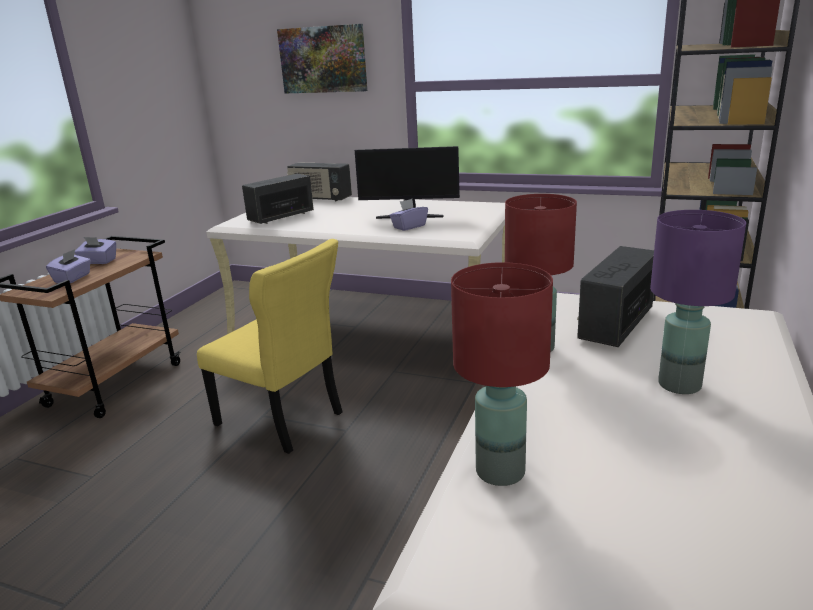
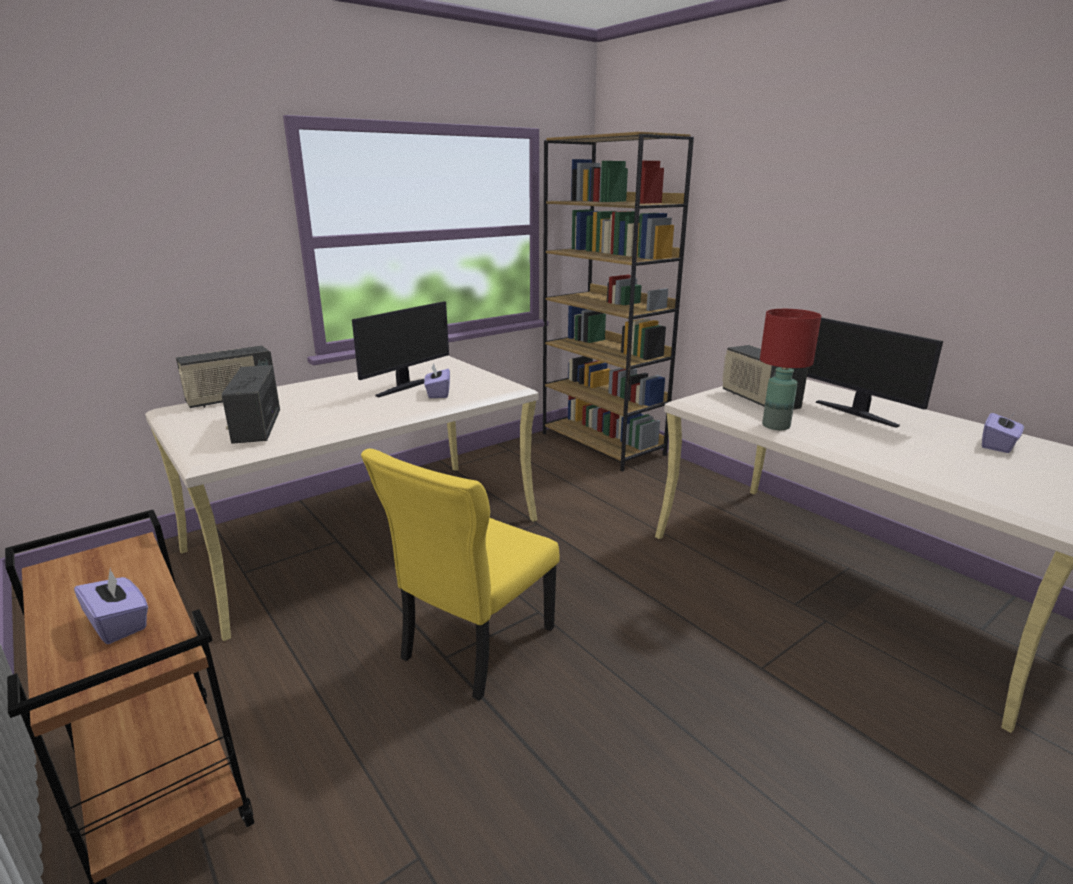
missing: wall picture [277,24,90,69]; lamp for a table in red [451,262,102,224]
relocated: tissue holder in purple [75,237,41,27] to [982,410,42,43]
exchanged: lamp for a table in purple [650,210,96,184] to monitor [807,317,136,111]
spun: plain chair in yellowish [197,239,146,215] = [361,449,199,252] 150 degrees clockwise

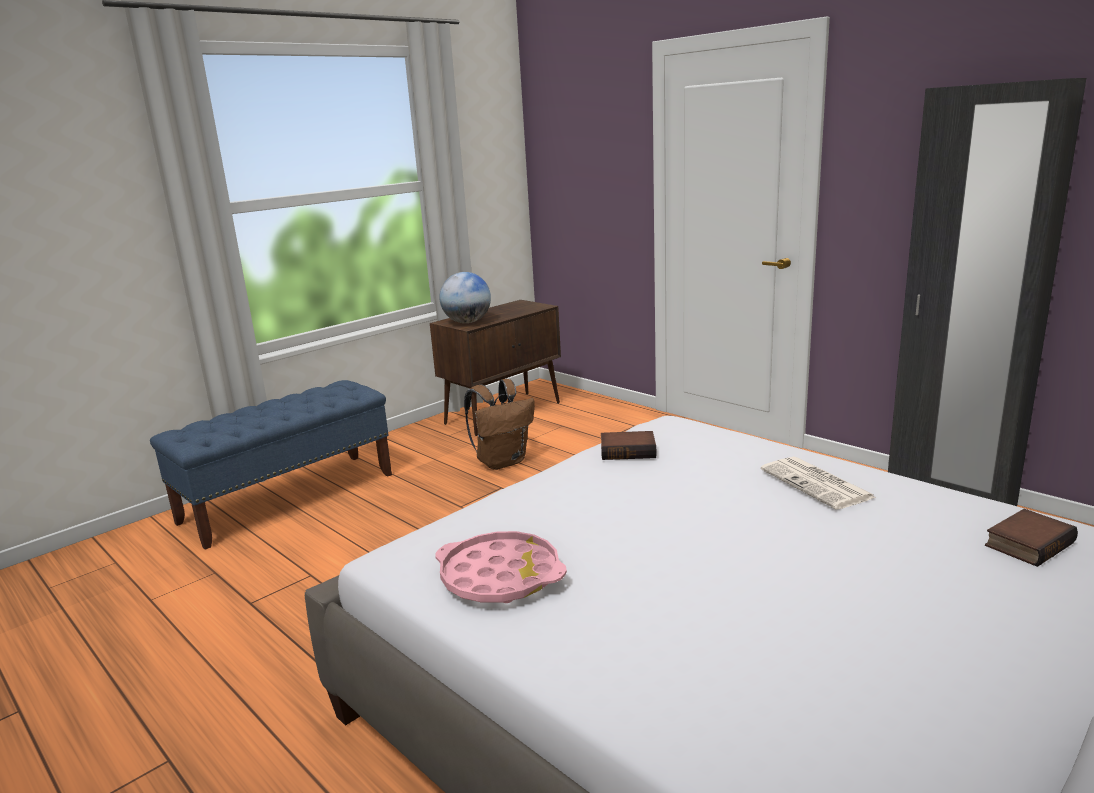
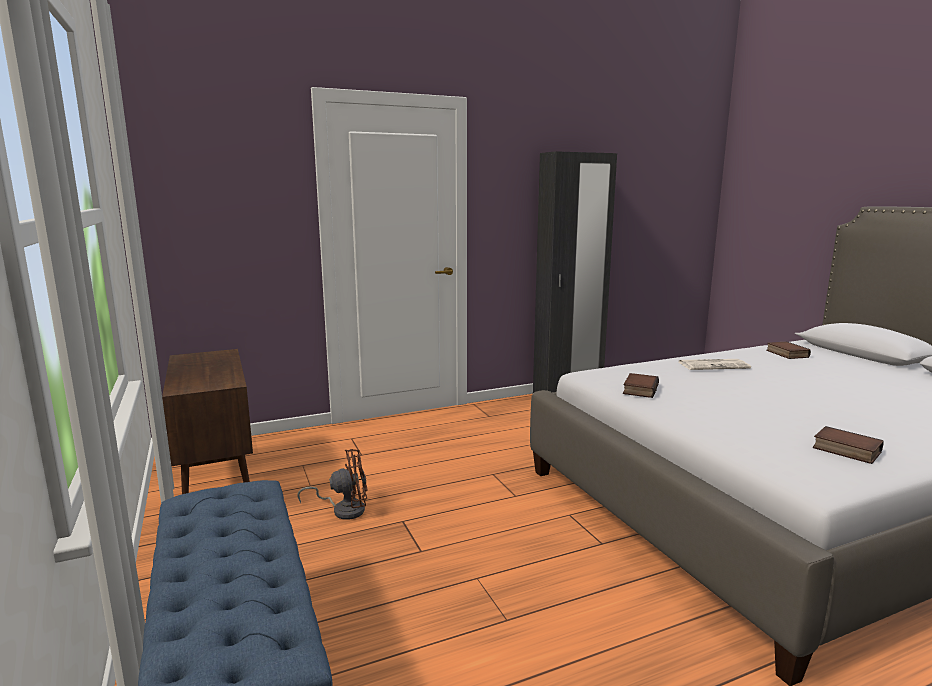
missing: globe [439,272,52,51]
exchanged: serving tray in pink [435,531,132,72] to bound book [813,426,71,38]; knapsack in brown-coloured [464,379,71,91] to cooling fan in brown-coloured [297,449,70,71]

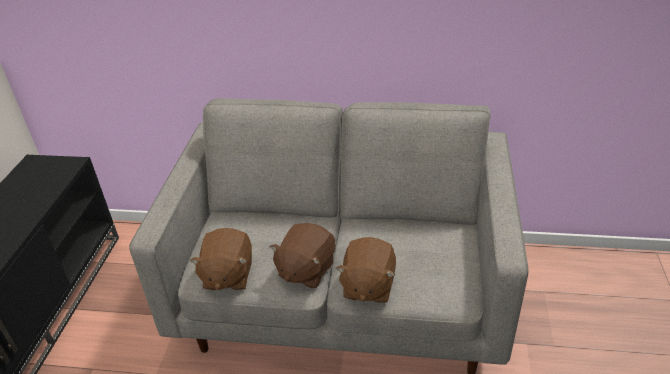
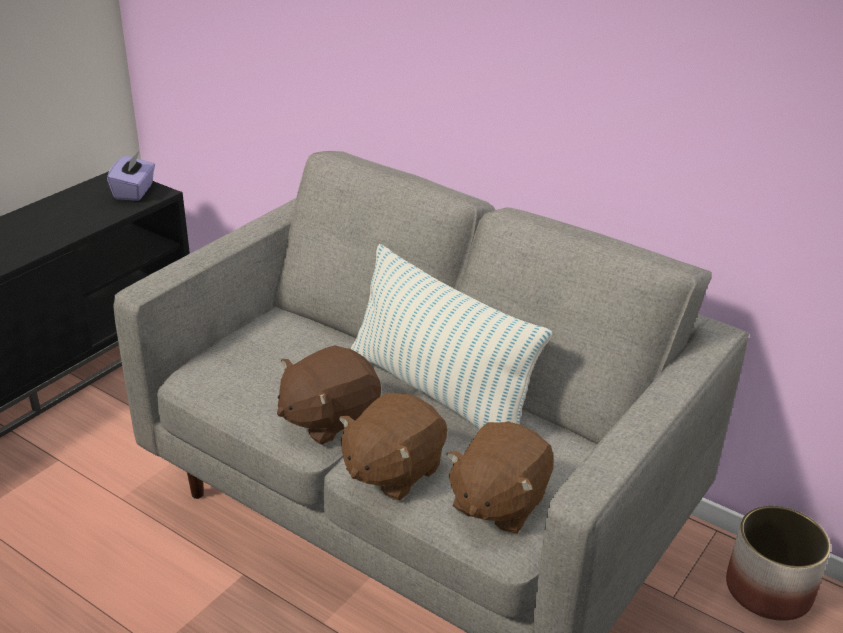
appeared: tissue holder in purple [107,152,48,49]; pillow [351,244,201,186]; planter [726,506,105,115]
relocated: soft toy in brown-coloured [190,228,62,62] to [446,422,108,112]

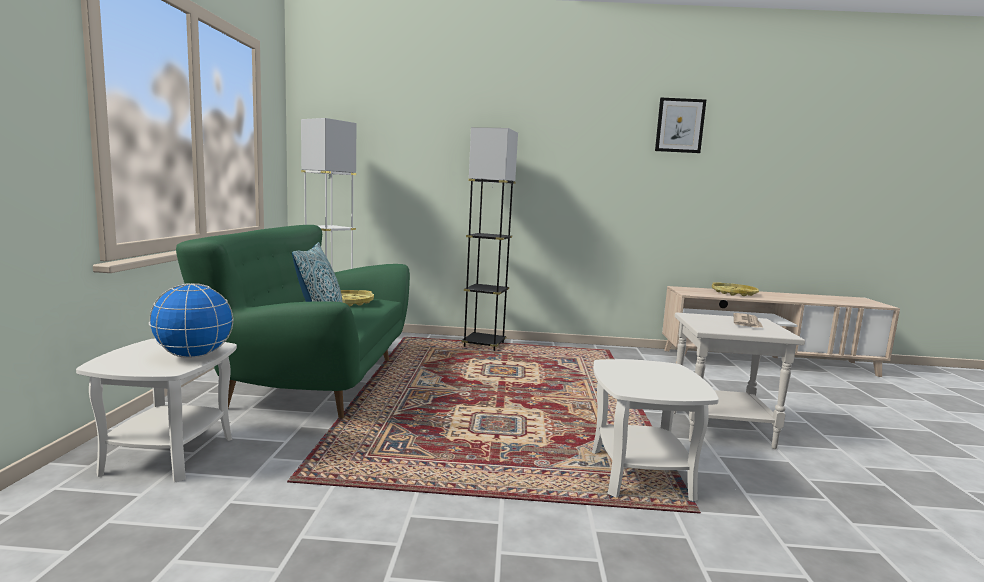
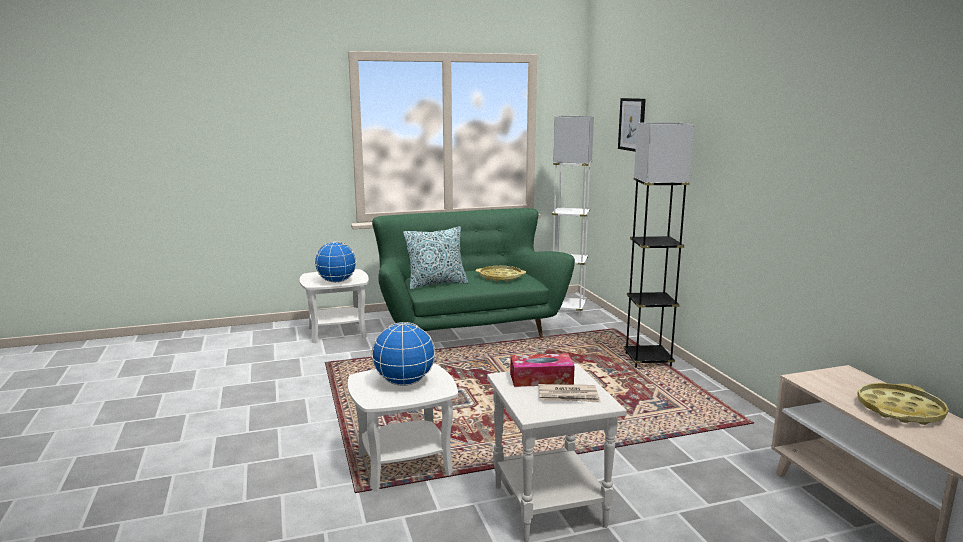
appeared: globe [372,322,63,64]; tissue holder [510,353,65,34]
relocated: wall picture [655,98,51,55] to [618,98,28,54]

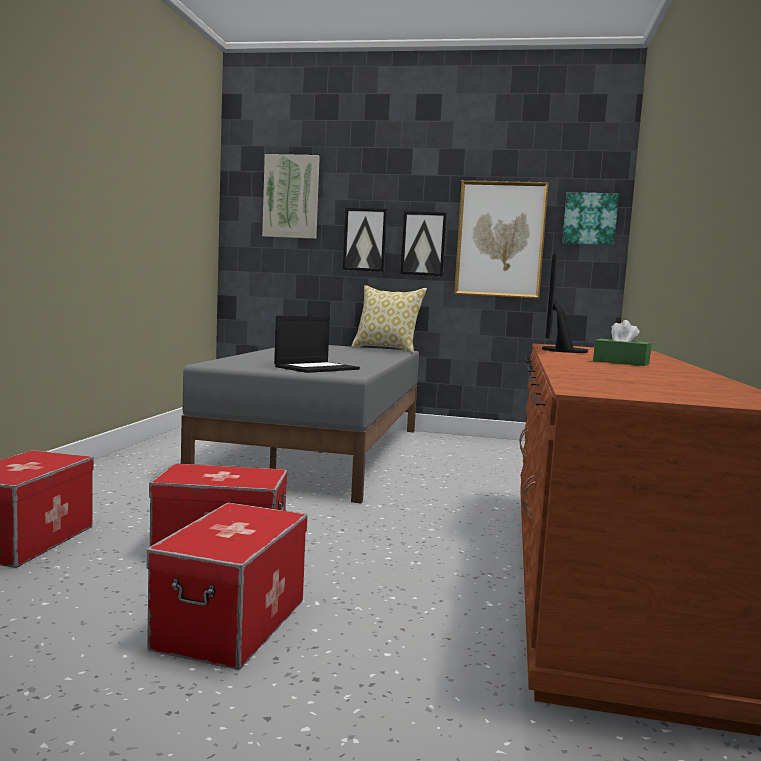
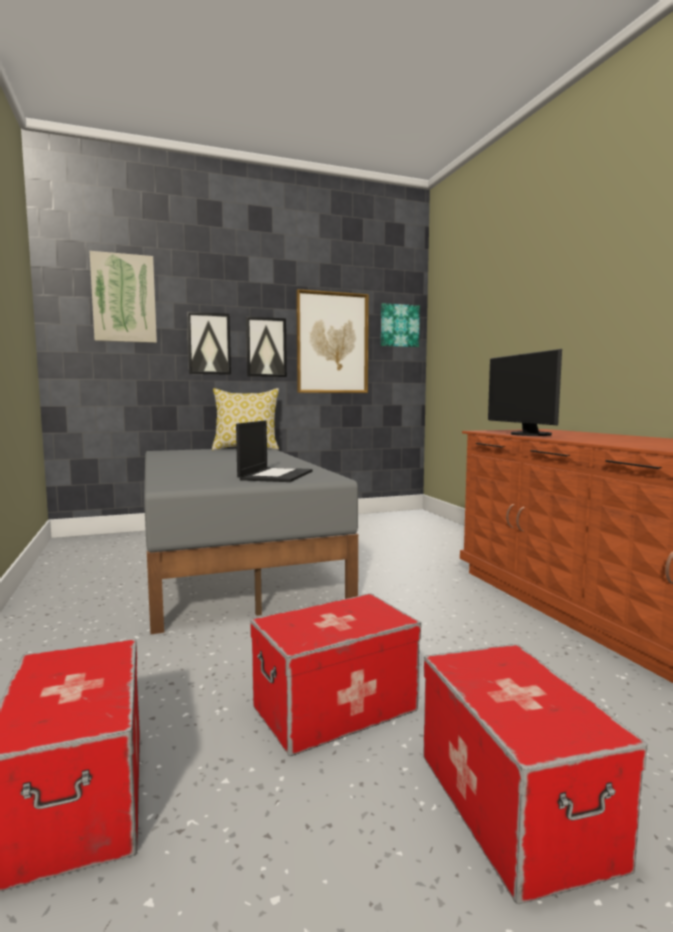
missing: tissue holder in green [593,320,58,46]

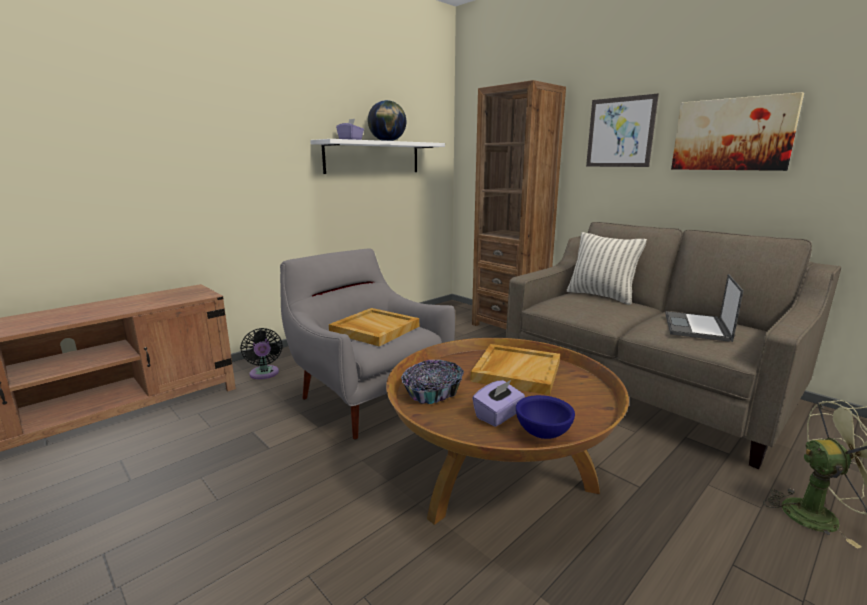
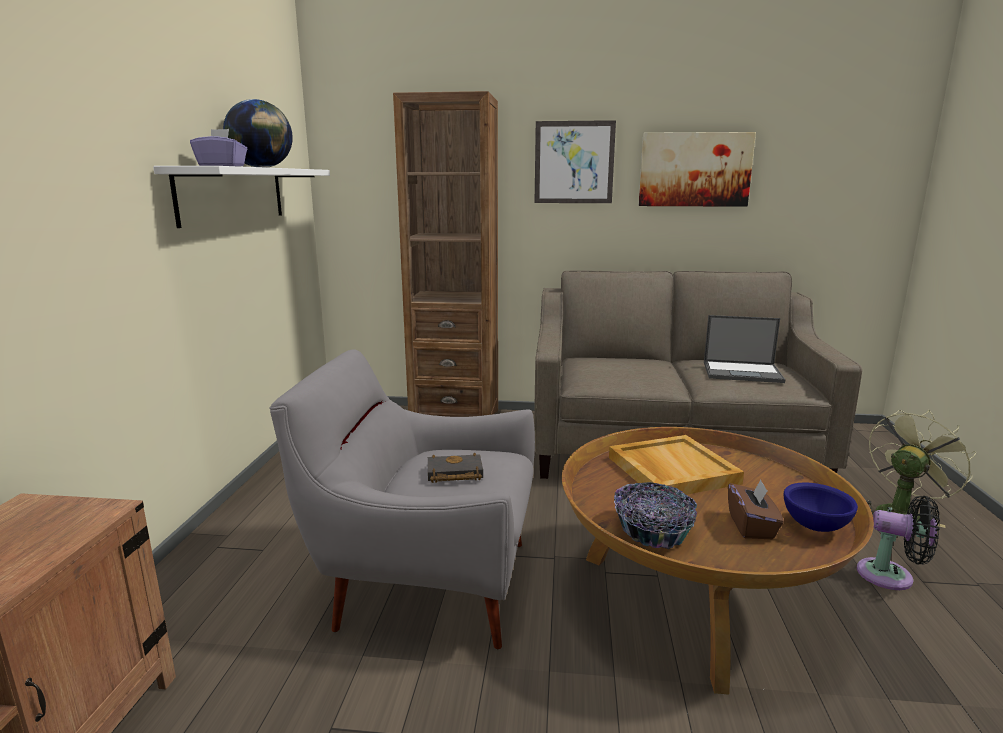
missing: pillow [567,232,80,73]
relocated: cooling fan in blackish [240,328,43,51] to [857,496,83,94]
exchanged: serving tray in beige [329,308,90,39] to bound book in blackish [428,452,55,31]
colour: tissue holder in purple [472,380,53,47] to tissue holder in brown-coloured [728,479,56,60]
spun: notebook computer [666,274,78,68] = [704,315,81,68] 60 degrees counterclockwise

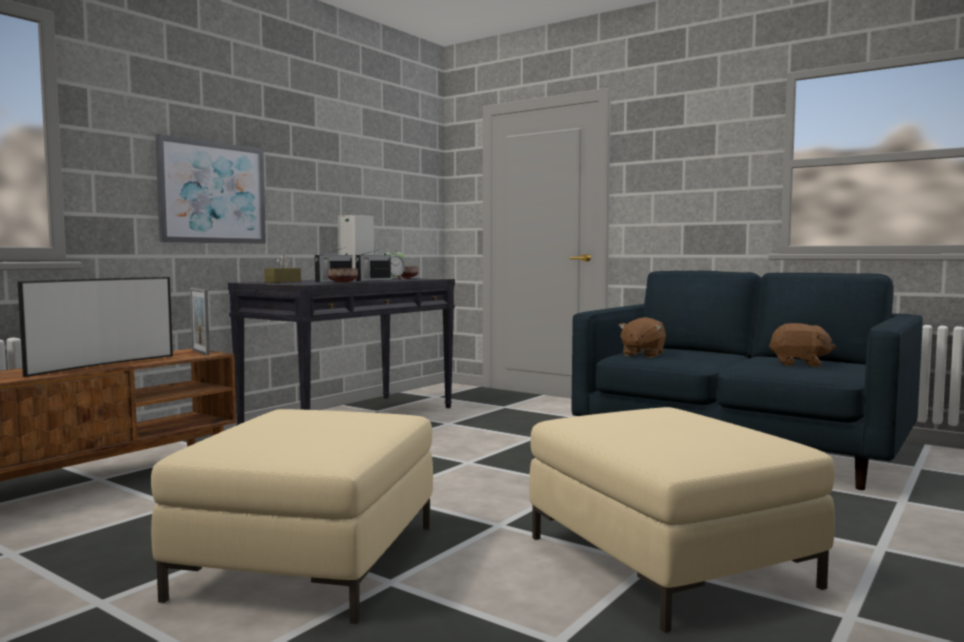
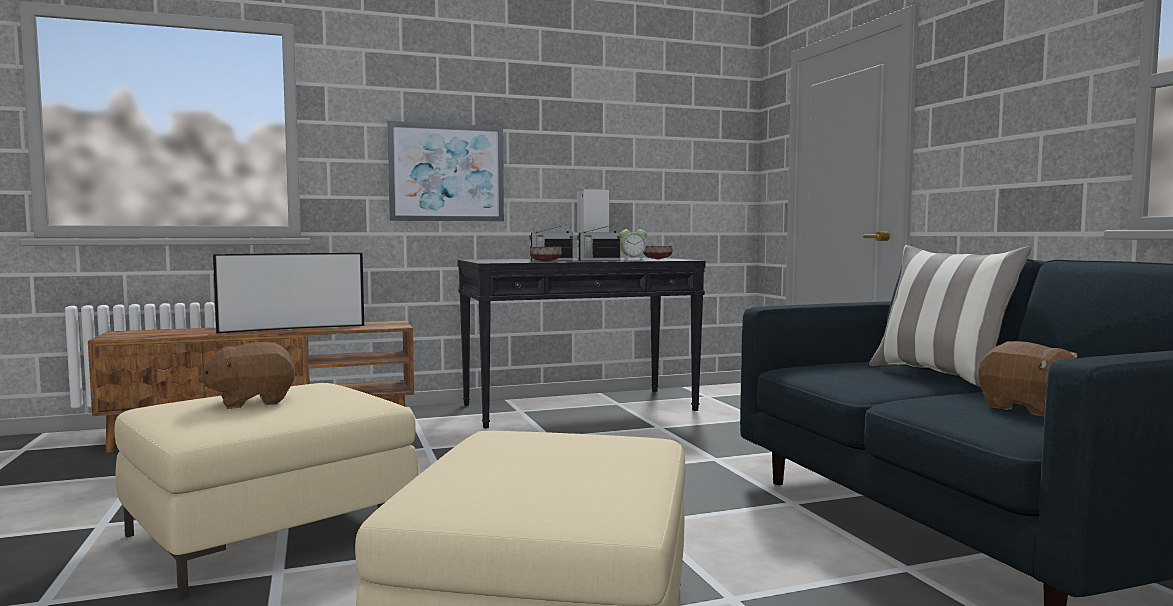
missing: standing frame [190,288,20,68]; tissue holder in brown-coloured [264,255,37,28]
appeared: pillow [869,245,163,142]
relocated: soft toy in brown-coloured [619,317,47,41] to [198,342,99,67]

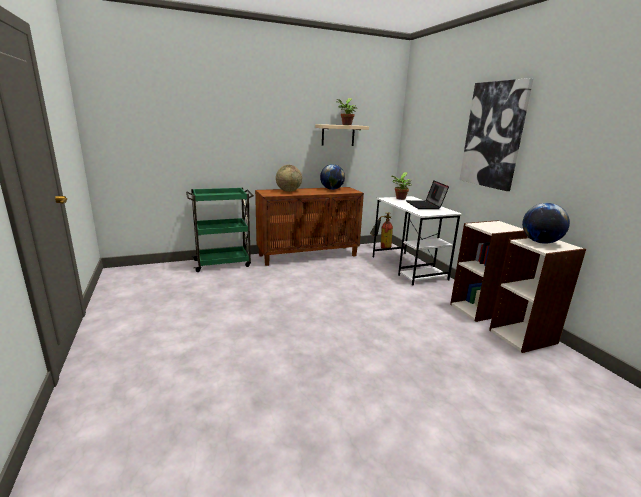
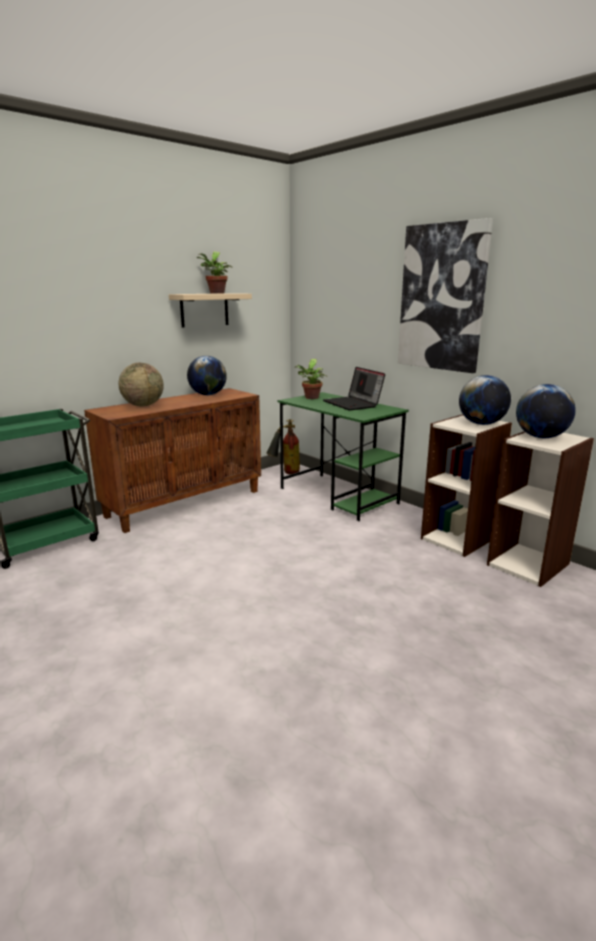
appeared: globe [459,375,52,50]
colour: desk unit in white [373,196,89,90] to desk unit in green [278,392,131,129]

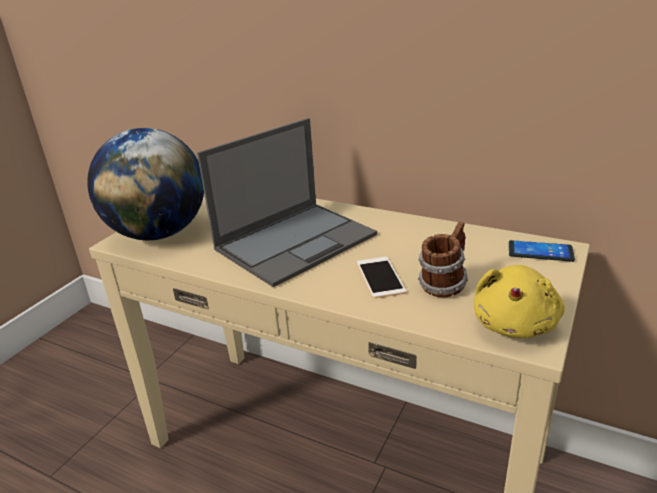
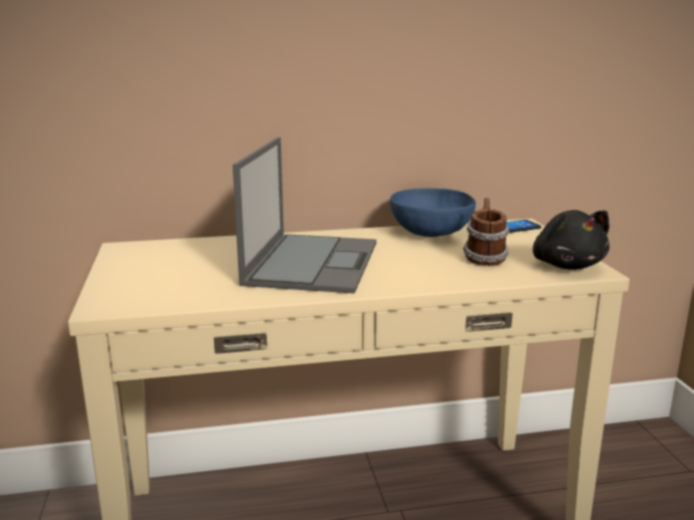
missing: globe [87,128,117,112]; telephone [357,257,49,41]
appeared: serving bowl in bluish [390,188,86,49]
colour: soft toy in yellowish [474,265,91,73] to soft toy in blackish [533,210,77,60]

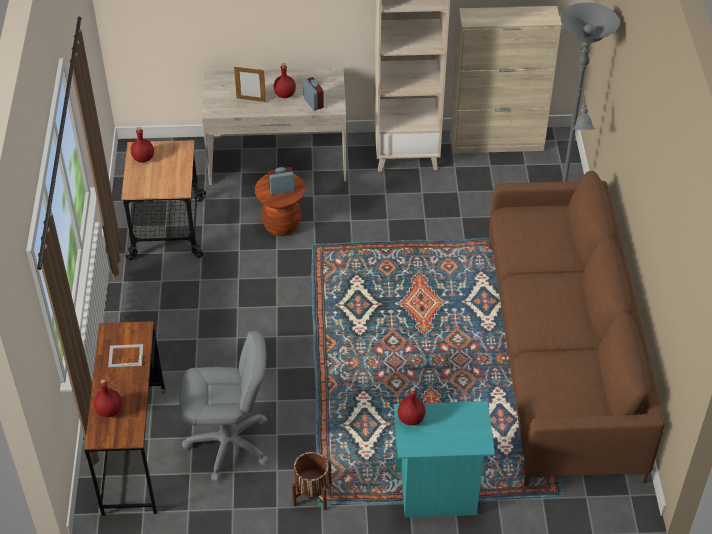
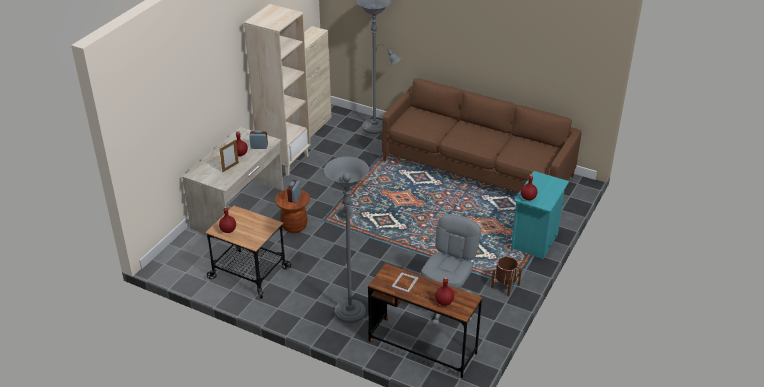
appeared: standing lamp in greyish [324,157,45,166]

